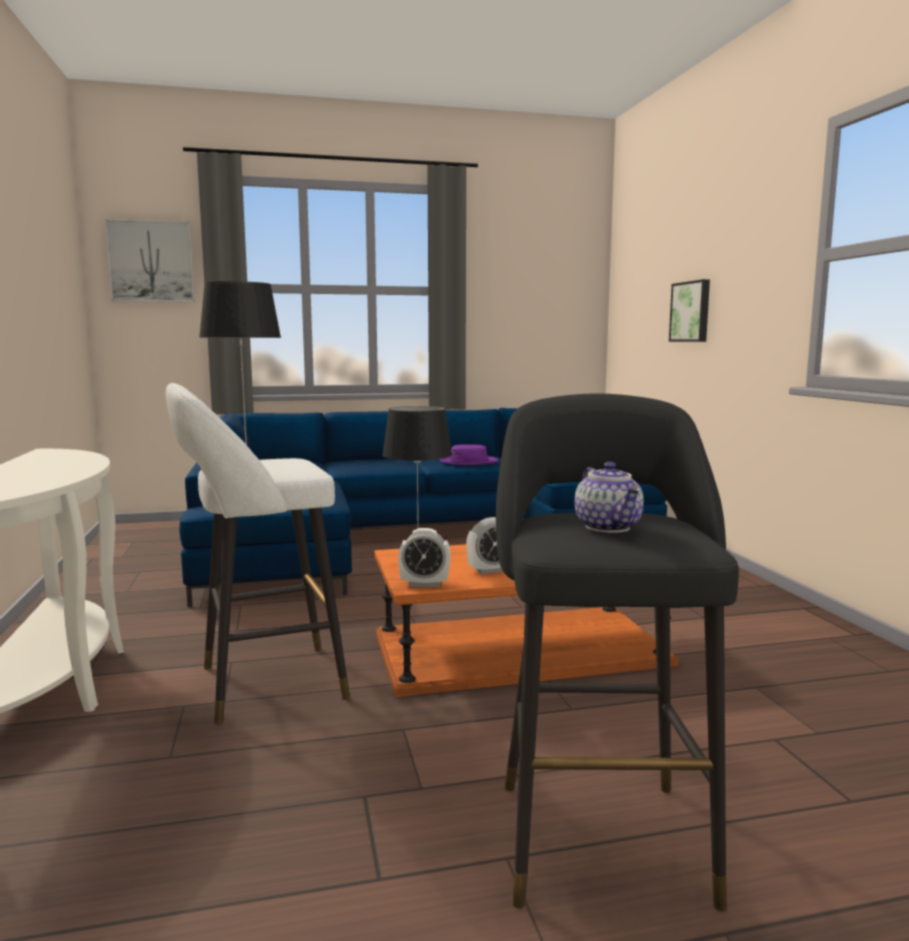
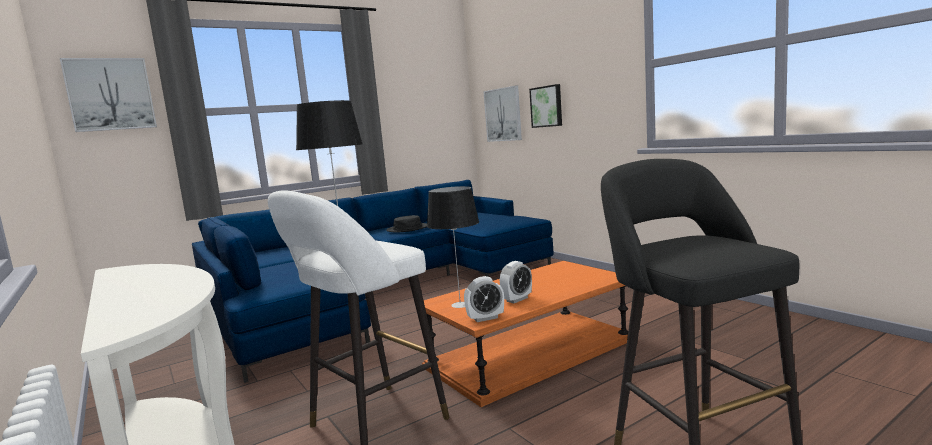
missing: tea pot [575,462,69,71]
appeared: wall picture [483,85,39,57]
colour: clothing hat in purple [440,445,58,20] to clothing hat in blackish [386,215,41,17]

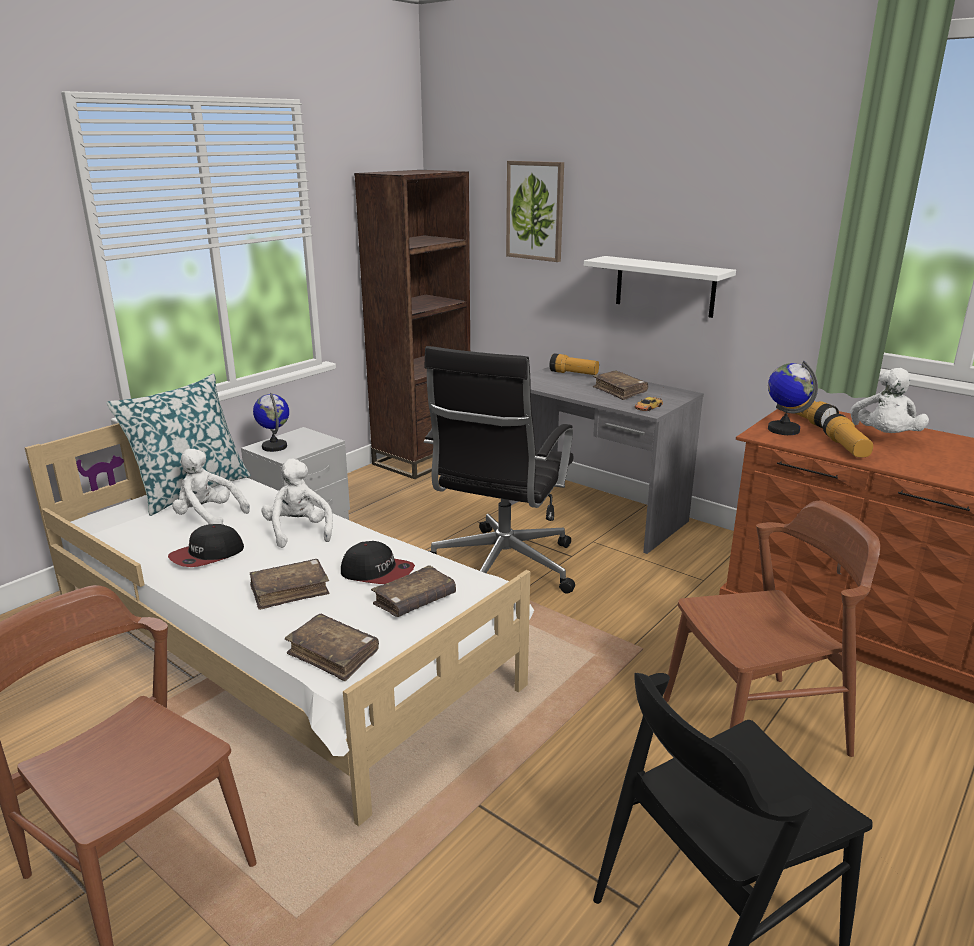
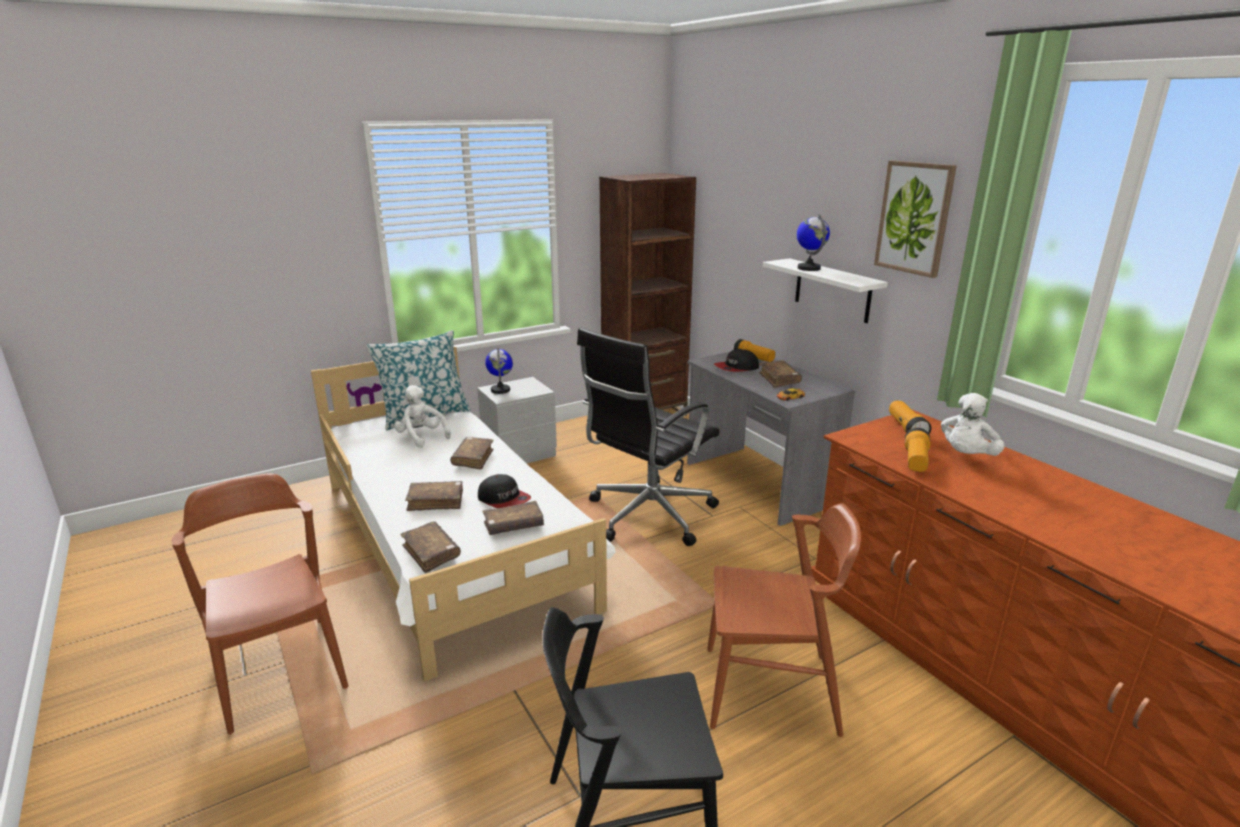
relocated: baseball cap [168,524,76,43] to [714,349,45,23]; wall picture [506,161,58,101] to [874,160,83,118]; globe [768,361,50,74] to [797,214,33,57]
exchanged: soft toy in white [261,459,72,89] to bound book in brown-coloured [450,437,44,33]

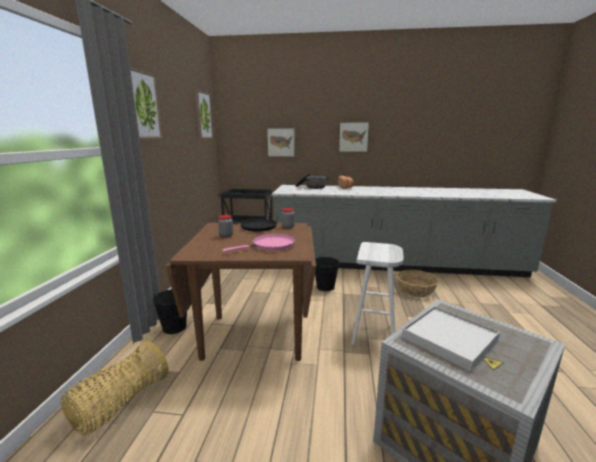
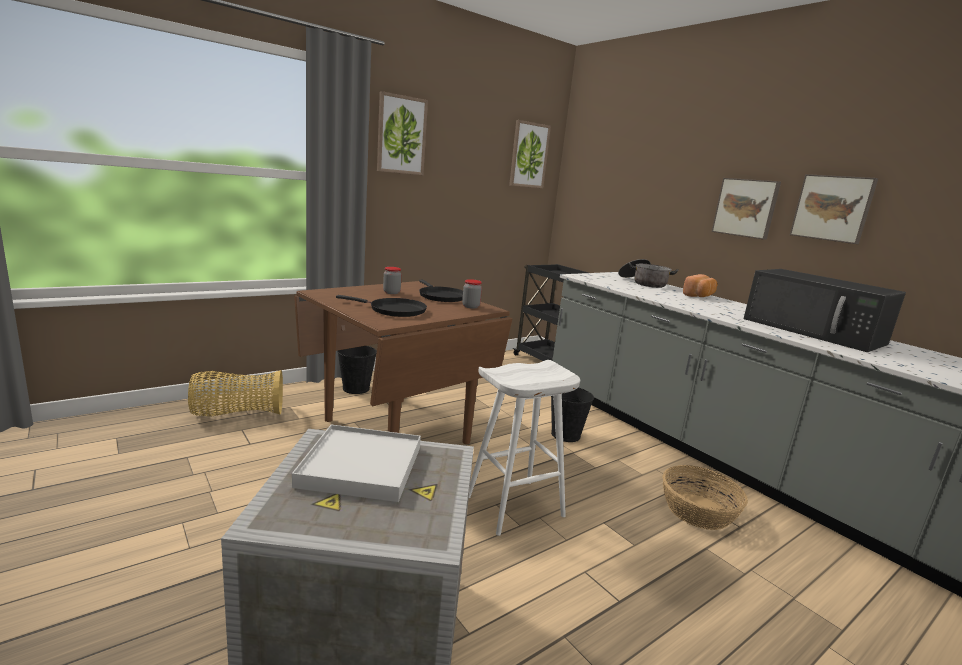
appeared: microwave oven in blackish [744,269,162,83]
relocated: wall picture [267,128,28,29] to [790,174,88,70]
colour: pan in pink [222,234,73,18] to pan in blackish [336,295,91,22]

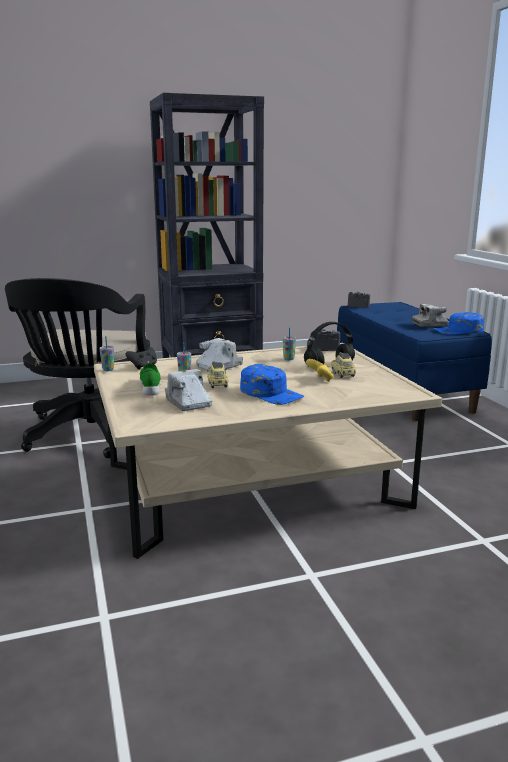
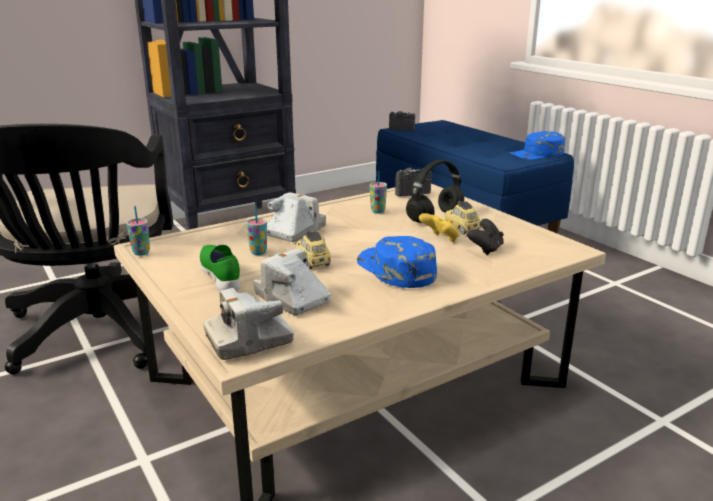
relocated: joypad in blackish [125,347,32,23] to [467,219,37,36]; still camera [412,304,37,23] to [204,288,90,72]
spun: baseball cap in bluish [240,364,65,41] = [357,236,80,52] 150 degrees counterclockwise

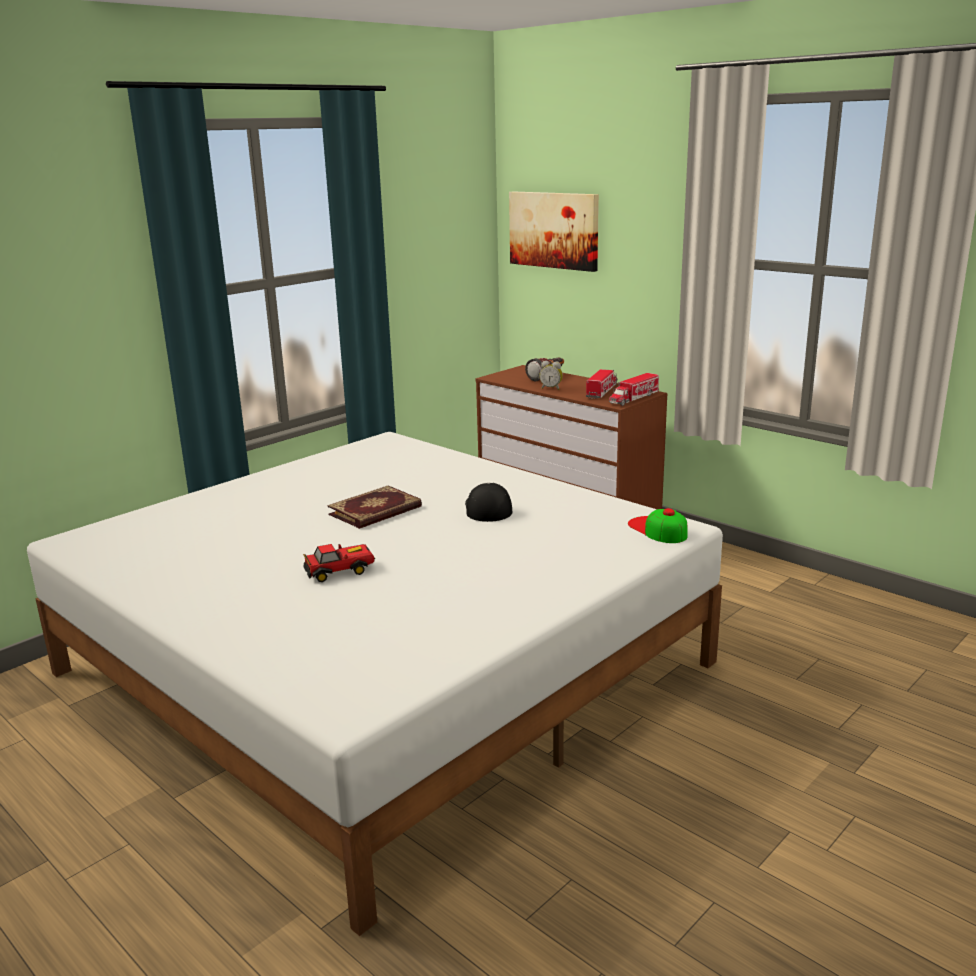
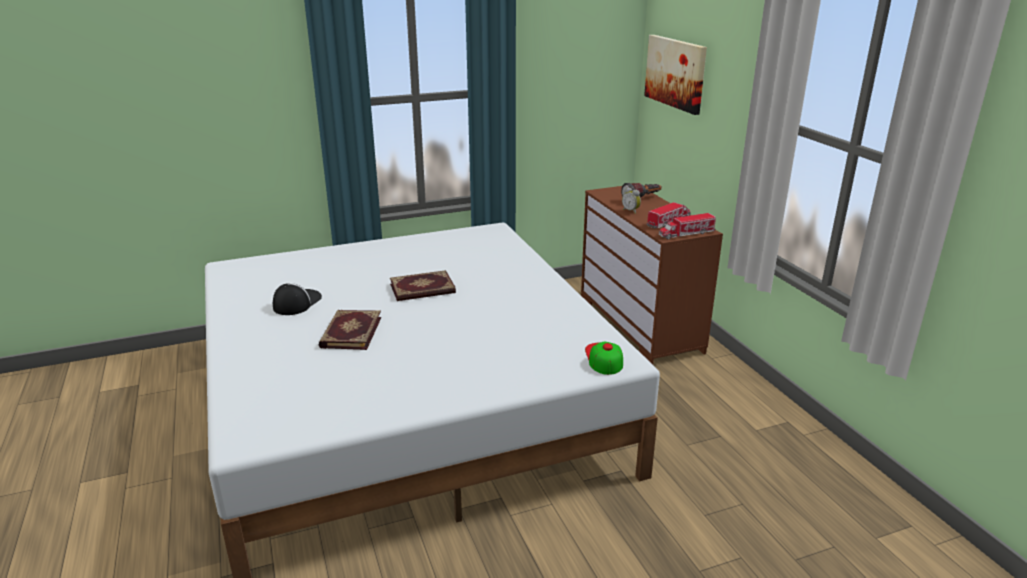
relocated: baseball cap [465,482,47,40] to [273,283,49,32]
exchanged: miniature car [303,544,72,38] to bound book [319,310,62,40]

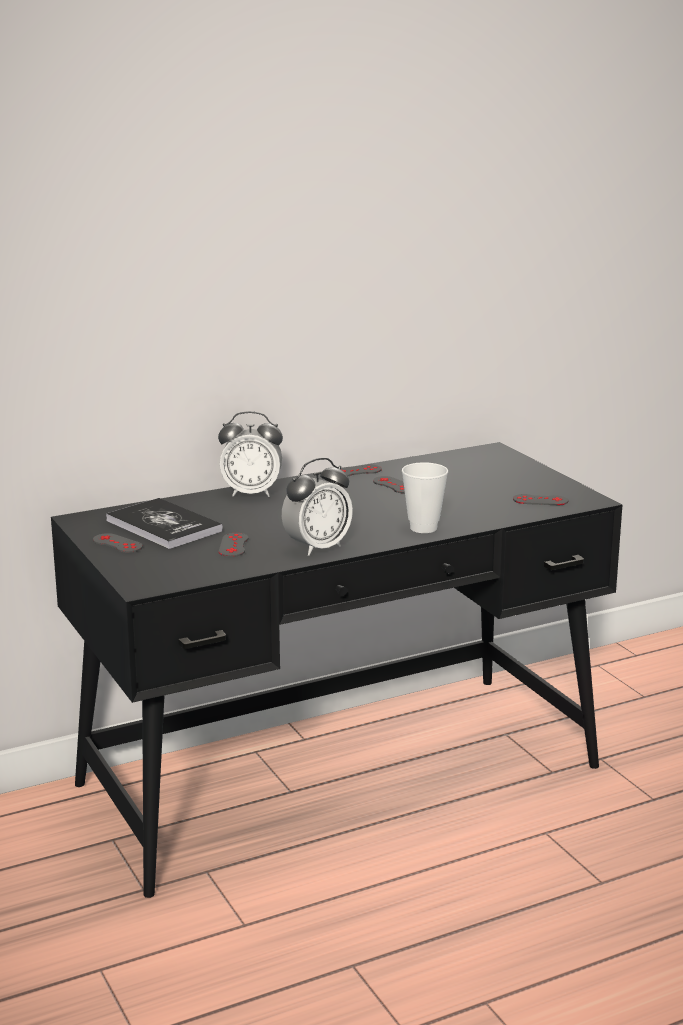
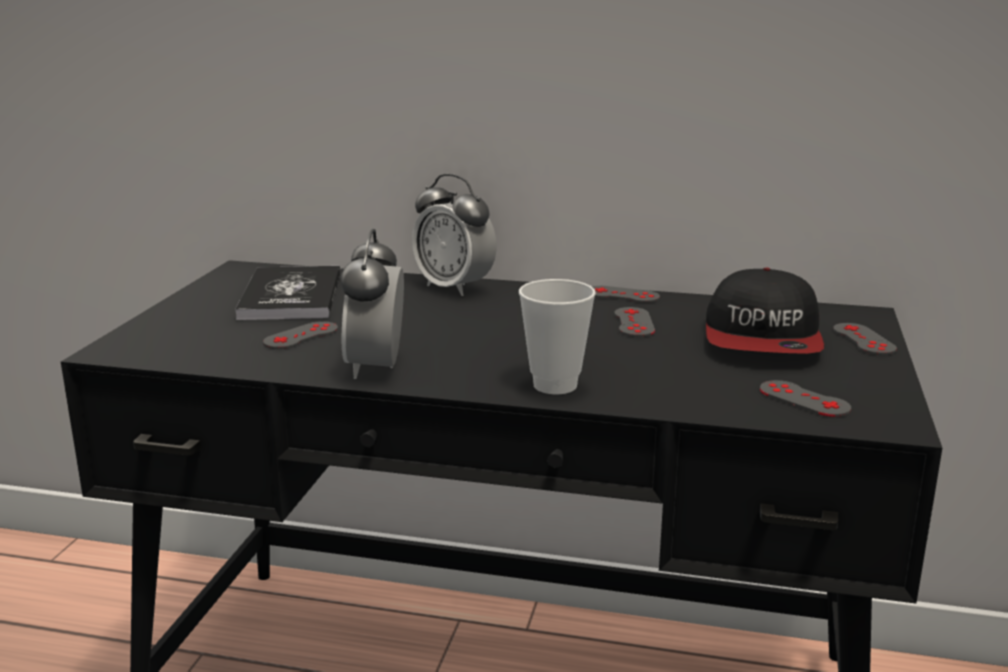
appeared: baseball cap [706,268,118,86]
relocated: joypad in greyish [93,533,50,20] to [833,323,64,32]
spun: table clock [282,458,71,98] = [341,229,63,150] 90 degrees clockwise

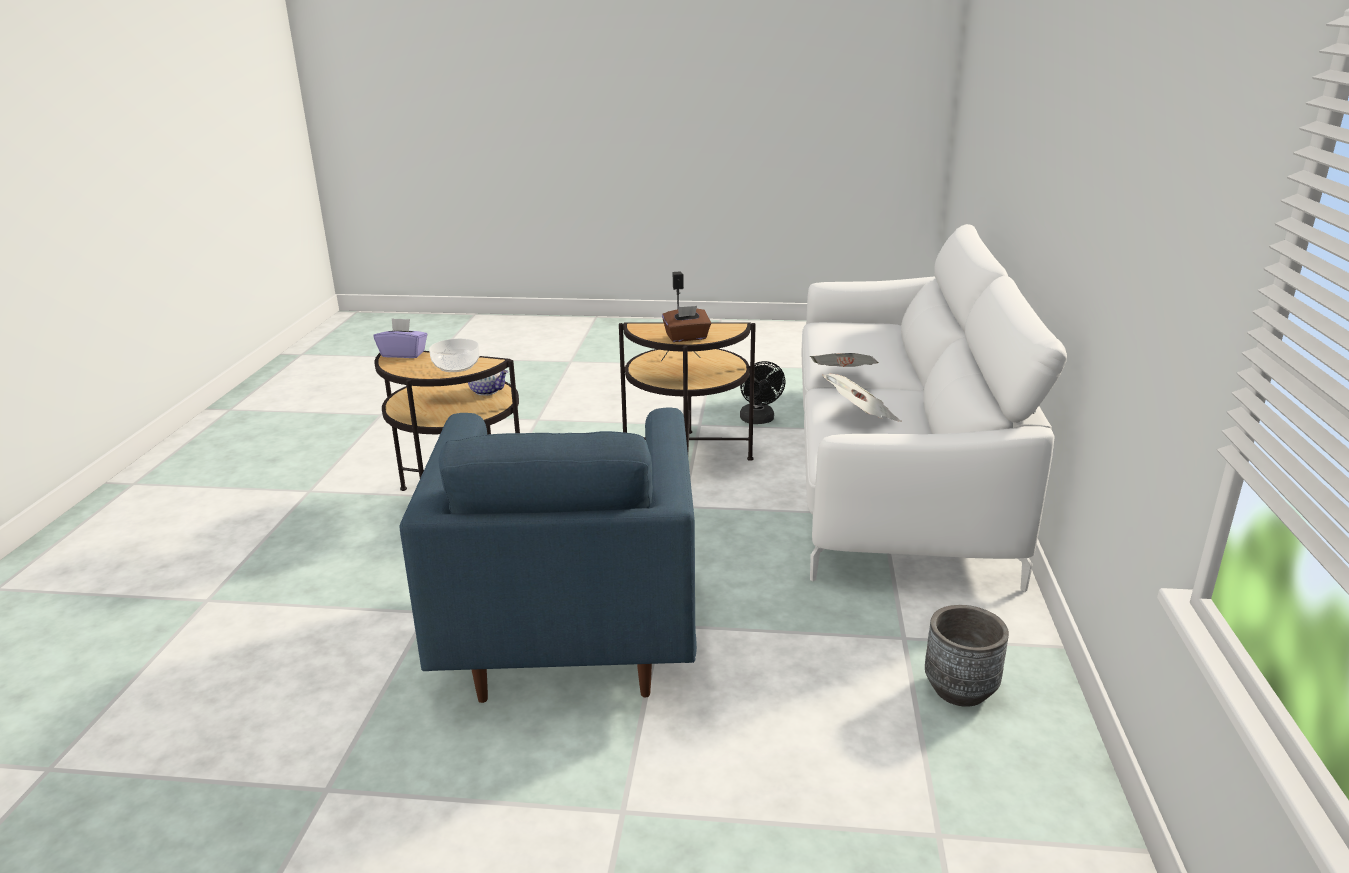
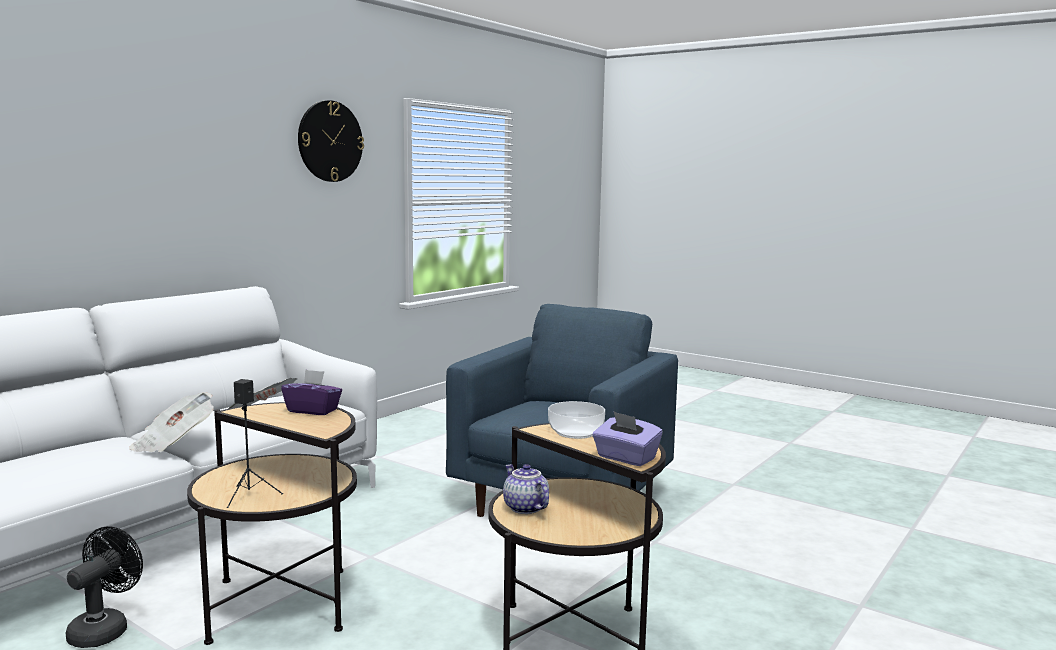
missing: planter in greyish [925,605,84,102]
appeared: hanging clock [298,100,66,82]
colour: tissue holder in brown-coloured [662,306,49,36] to tissue holder in purple [281,369,61,46]

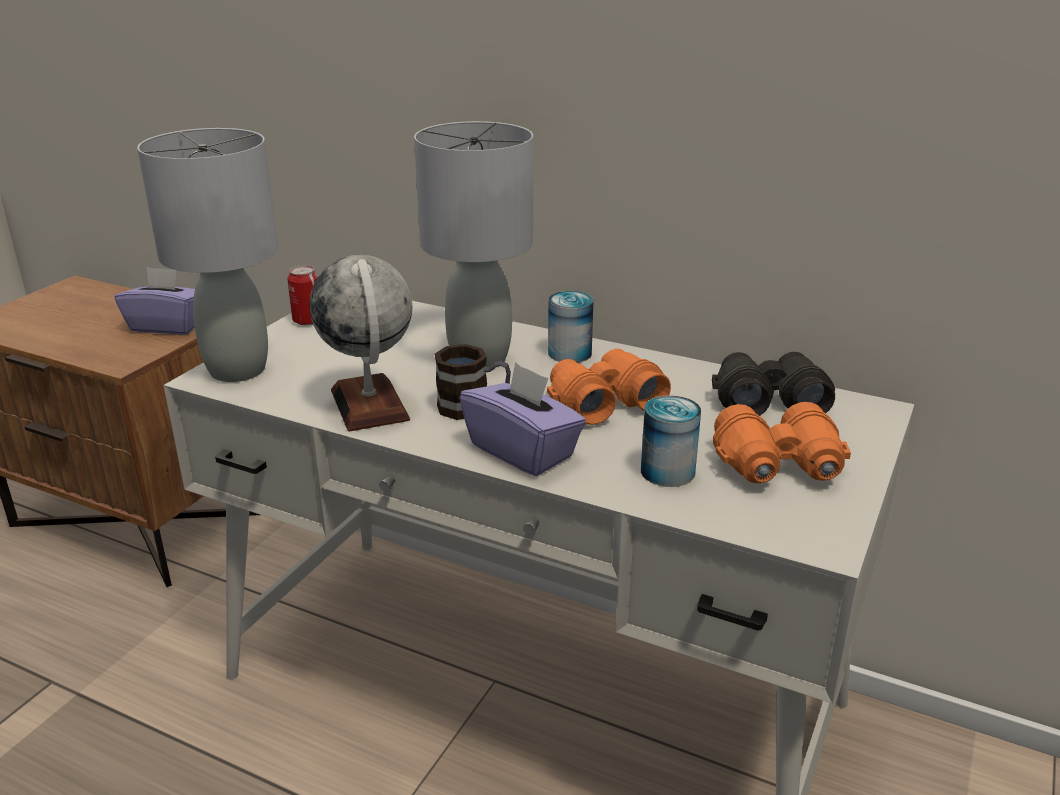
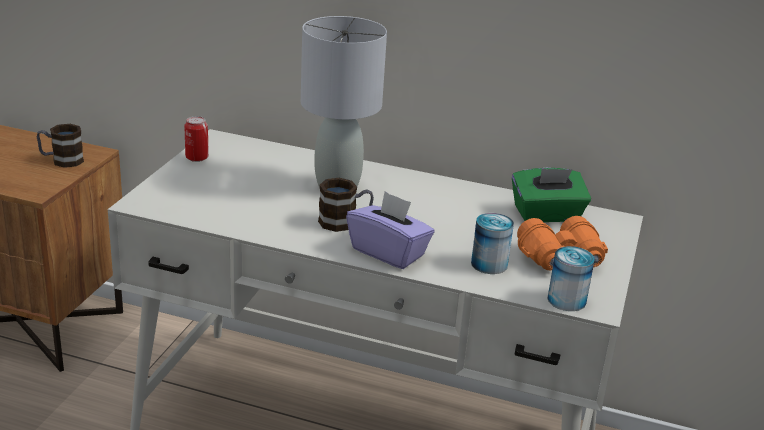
missing: lamp for a table in greyish [137,128,141,254]; globe [309,255,103,177]; field glasses in orange-coloured [547,349,124,76]
relocated: sealed can [548,291,46,72] to [547,246,48,65]
exchanged: tissue holder in purple [115,267,80,68] to tea mug [37,124,47,44]; field glasses in blackish [712,352,123,64] to tissue holder in green [512,168,79,54]

